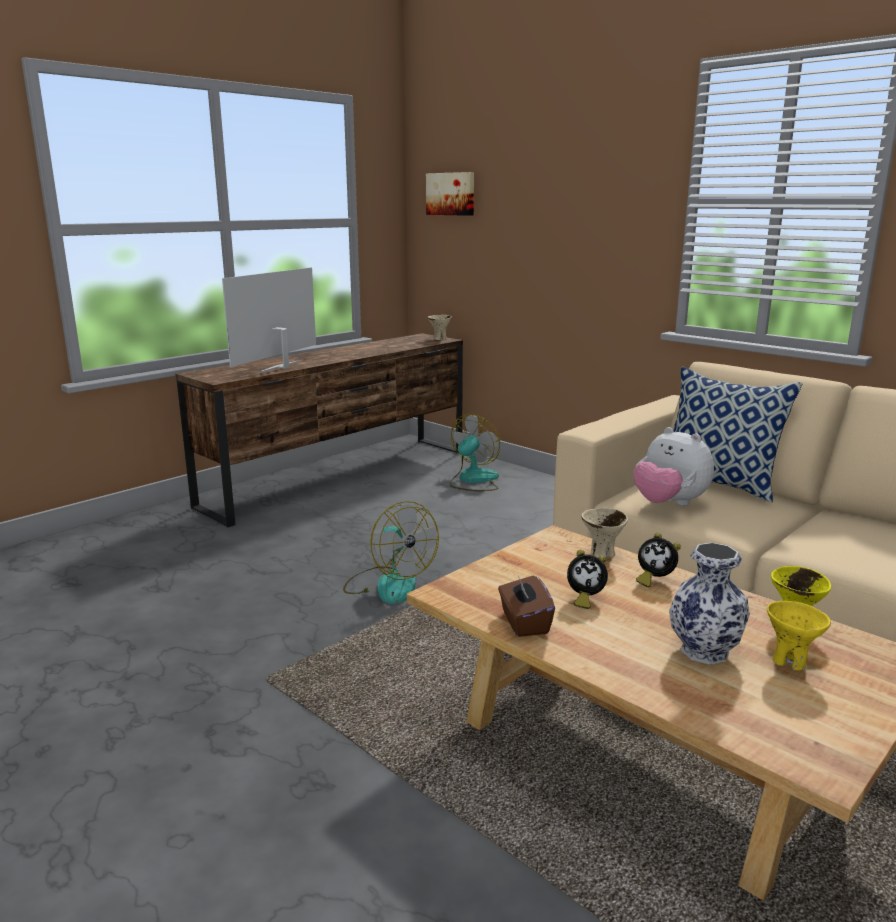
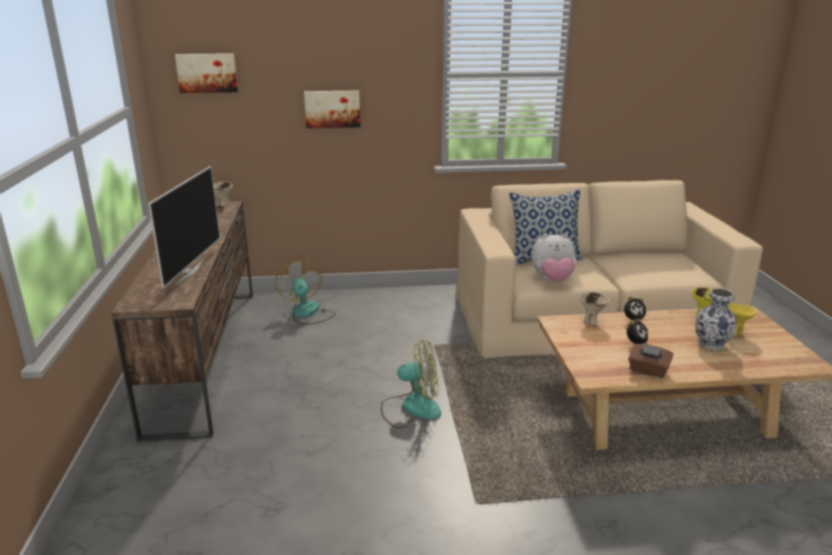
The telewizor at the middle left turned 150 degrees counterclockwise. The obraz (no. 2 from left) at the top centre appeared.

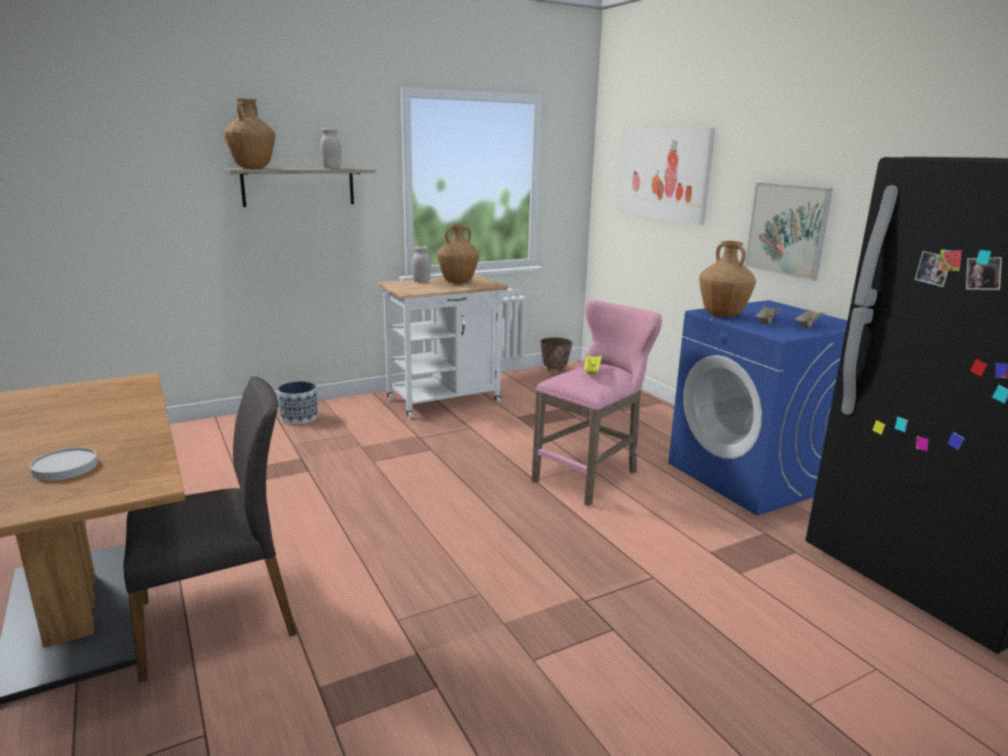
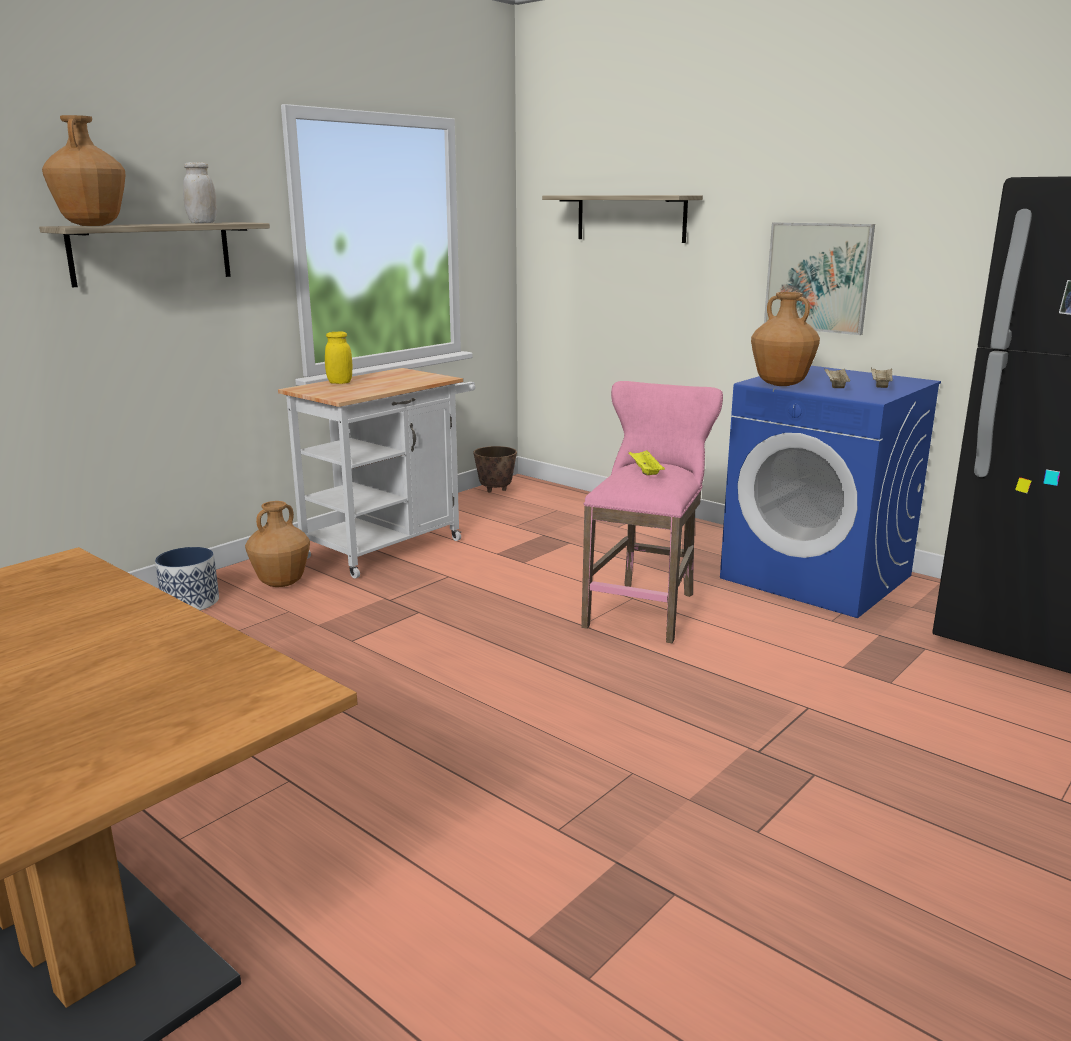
The obraz (no. 1 from left) at the top centre was replaced by the półka (no. 2 from left) at the top centre. The wazon [brązowy] (no. 2 from left) moved from the centre to the middle left. The słoik [biały] (no. 2 from left) at the centre became the słoik [żółty] at the middle left. The krzesło [szary] at the bottom left disappeared. The talerz [biały] at the middle left disappeared.

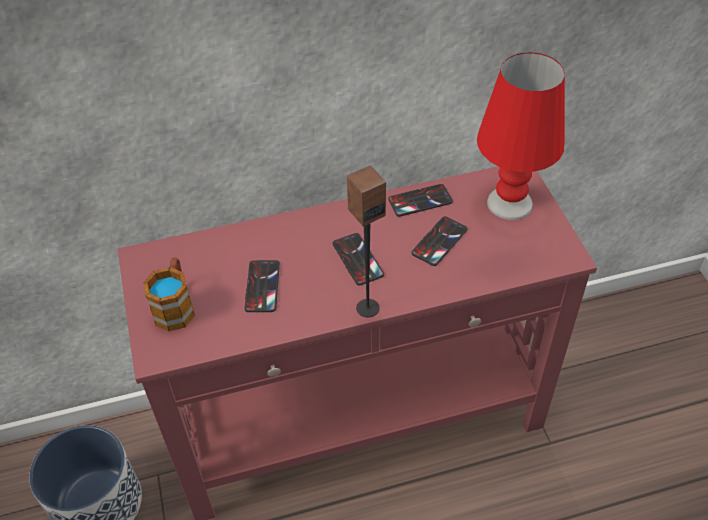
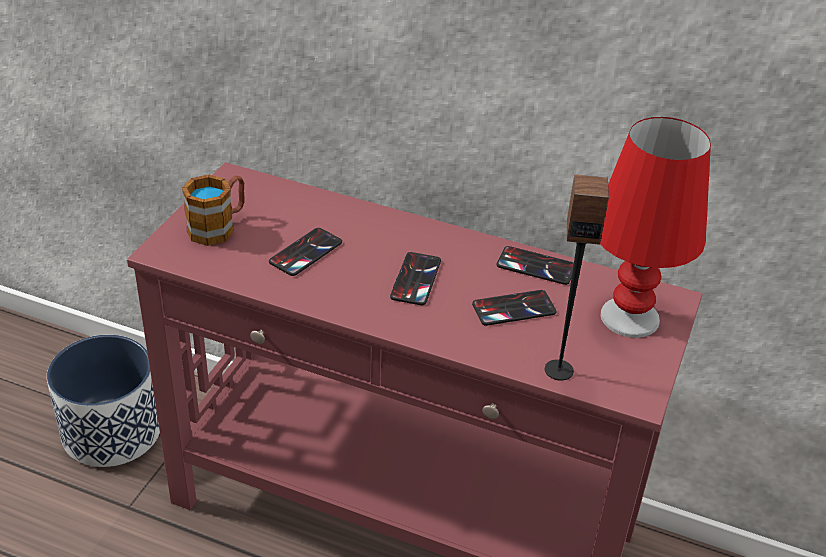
The głośnik moved from the centre to the middle right.

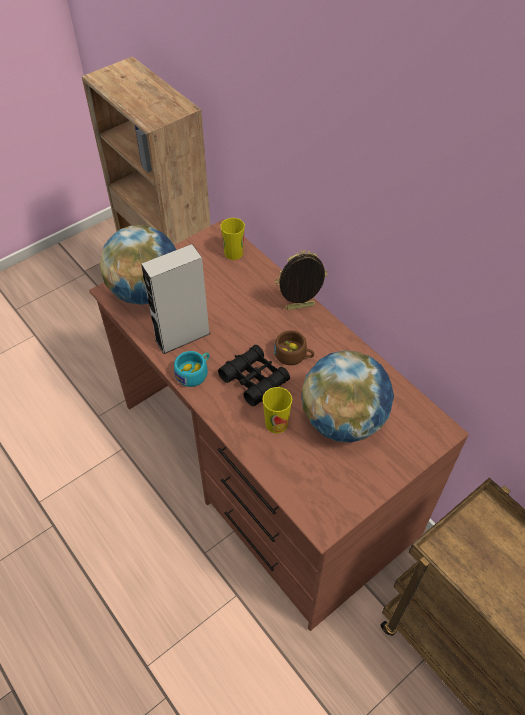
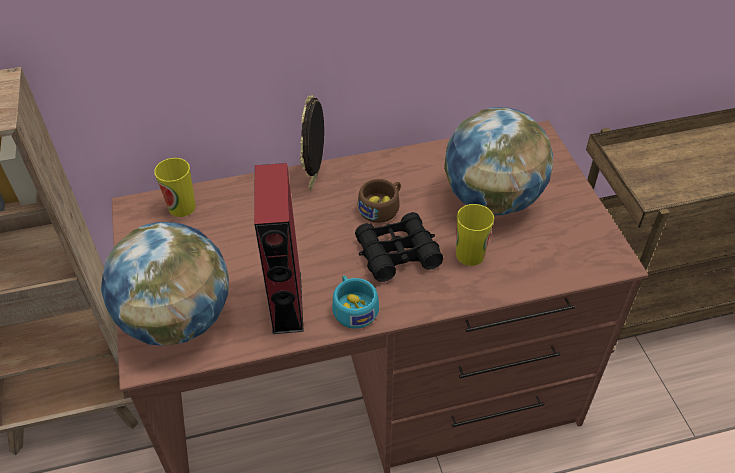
The głośnik [szary] at the centre became the głośnik [czerwony] at the centre.

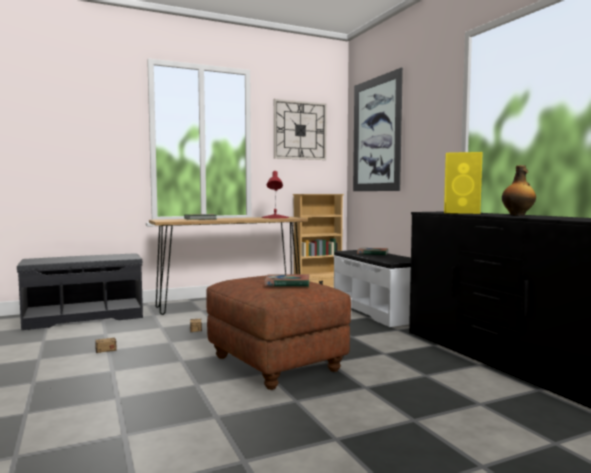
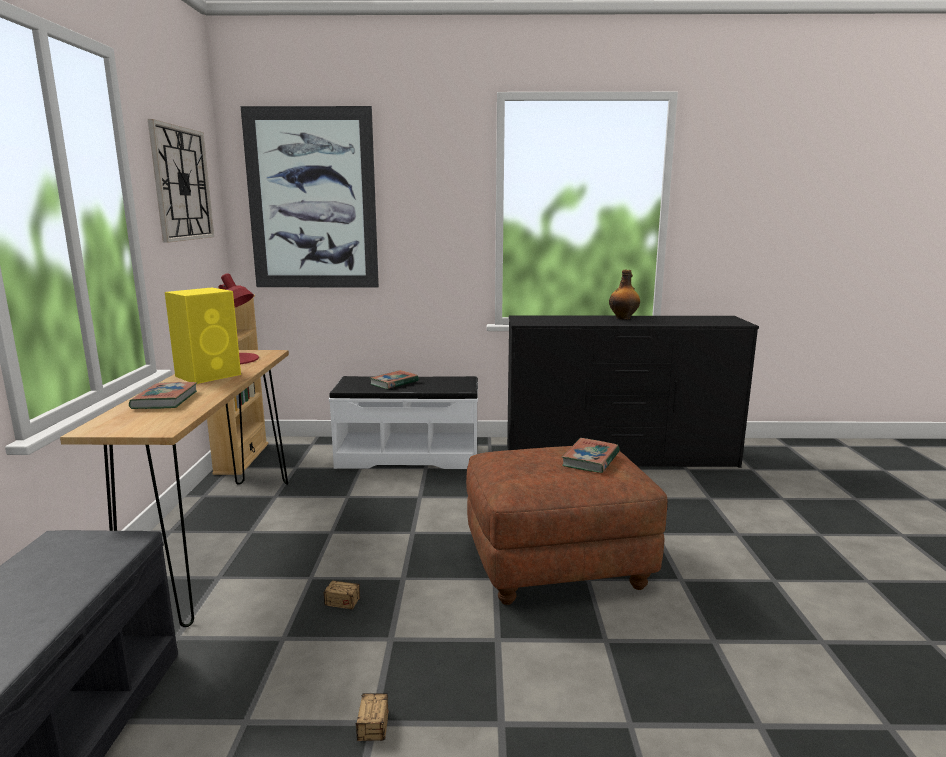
The głośnik [żółty] moved from the middle right to the middle left.

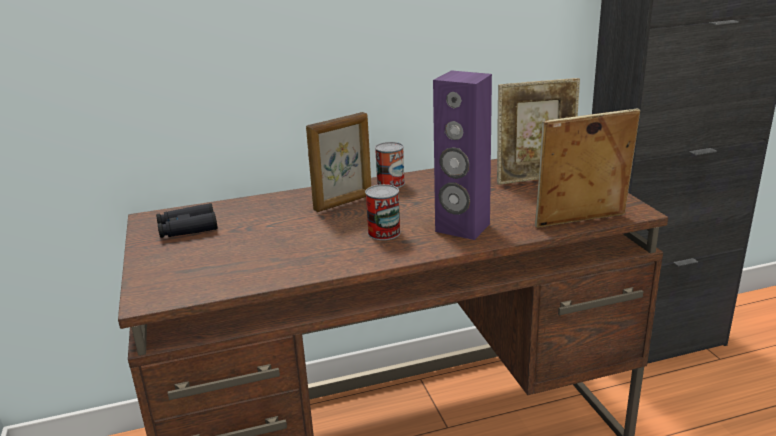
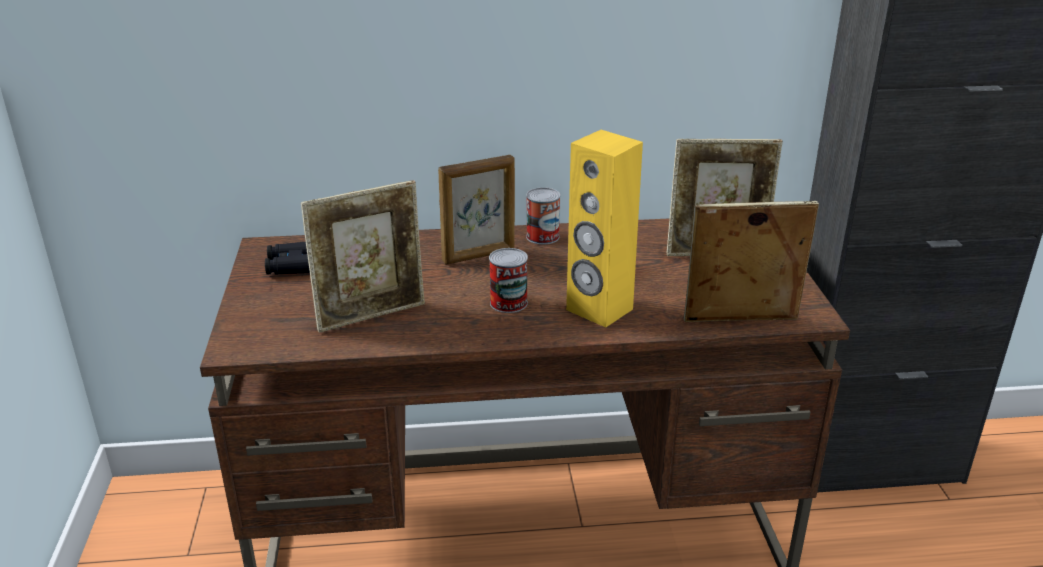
The głośnik [fioletowy] at the centre became the głośnik [żółty] at the centre. The ramka na zdjęcie (no. 1 from left) at the centre appeared.

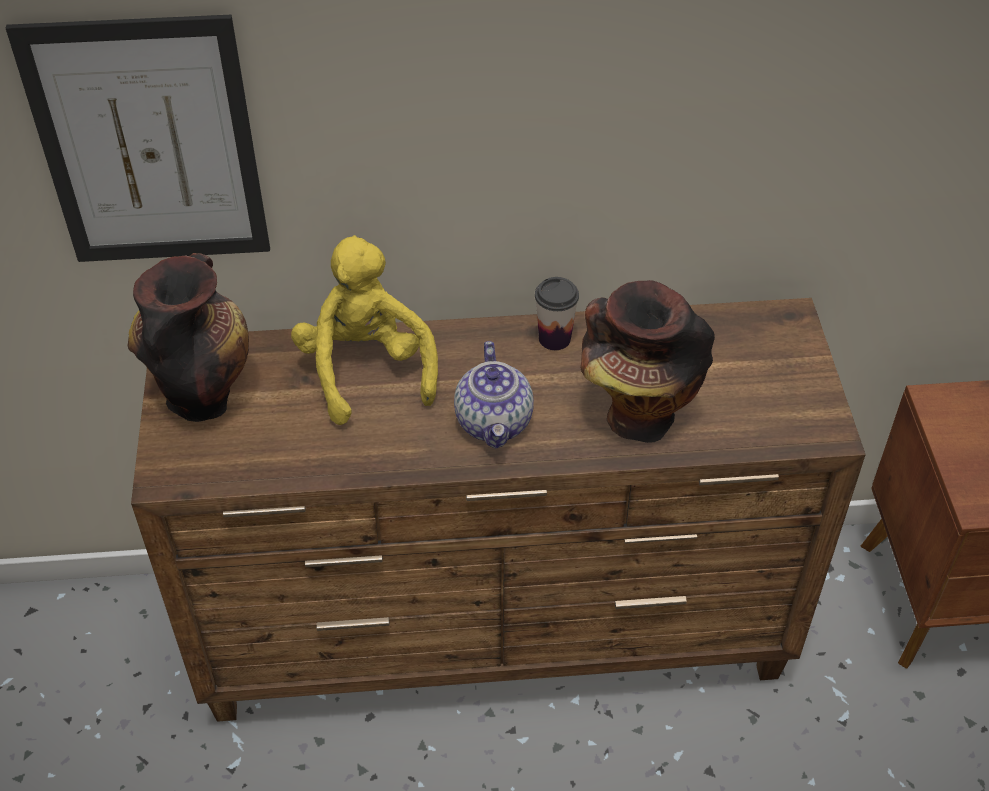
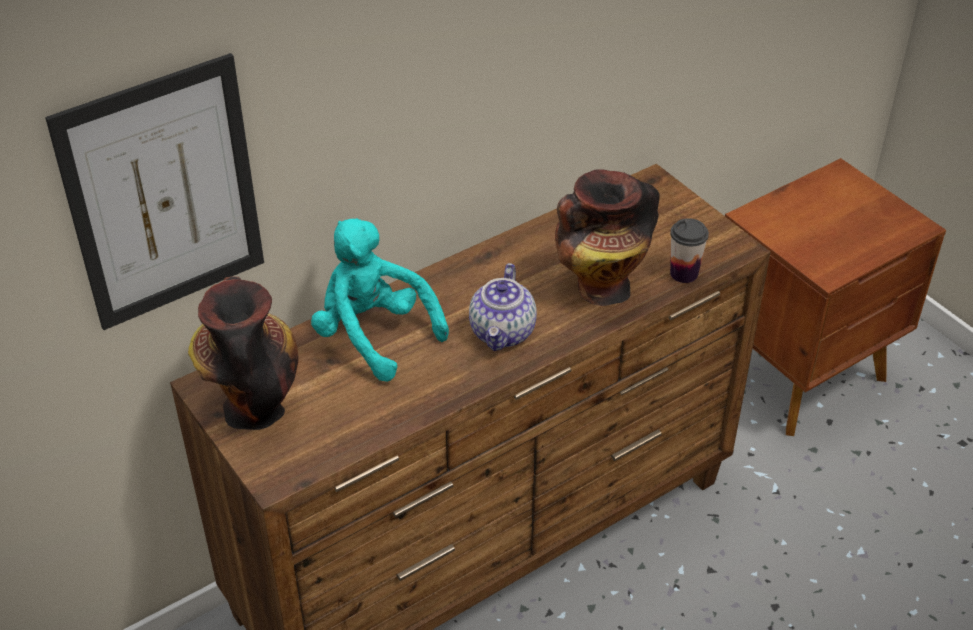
The pluszak [żółty] at the centre became the pluszak [turkusowy] at the centre. The filiżanka moved from the centre to the middle right. The imbryk at the centre turned 45 degrees clockwise.

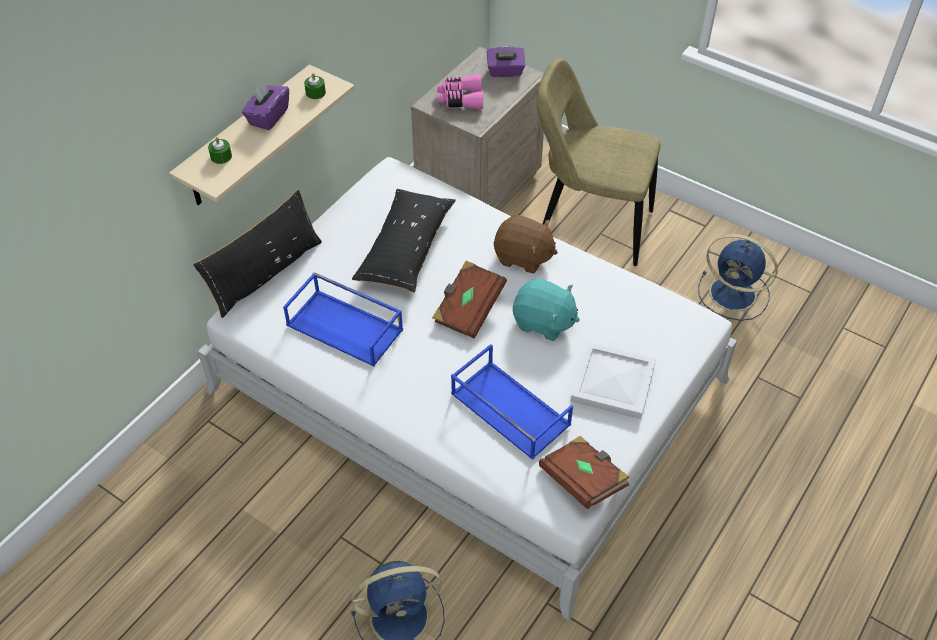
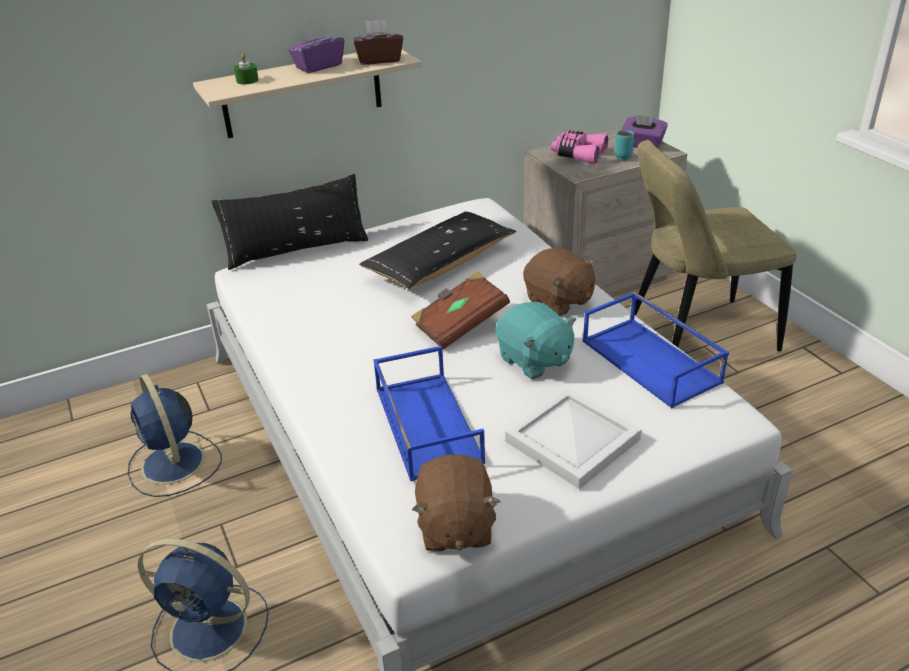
The krzesło [beżowy] at the top centre turned 60 degrees counterclockwise. The świeca [zielony] (no. 2 from left) at the top centre was replaced by the pudełko chusteczek [brązowy] at the top centre. The wentylator [niebieski] (no. 2 from left in the first image) moved from the middle right to the middle left. The taca [niebieski] (no. 1 from left in the first image) moved from the centre to the middle right. The książka [brązowy] (no. 2 from left) at the bottom centre was replaced by the pluszak [brązowy] (no. 1 from left) at the bottom centre. The kubek [turkusowy] at the top right appeared.

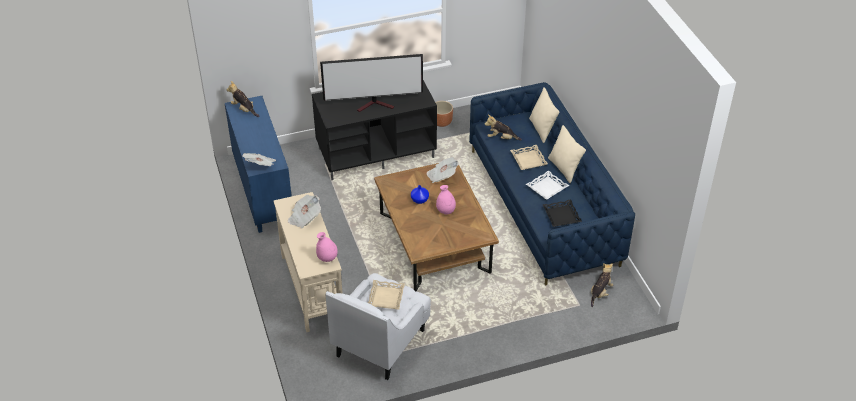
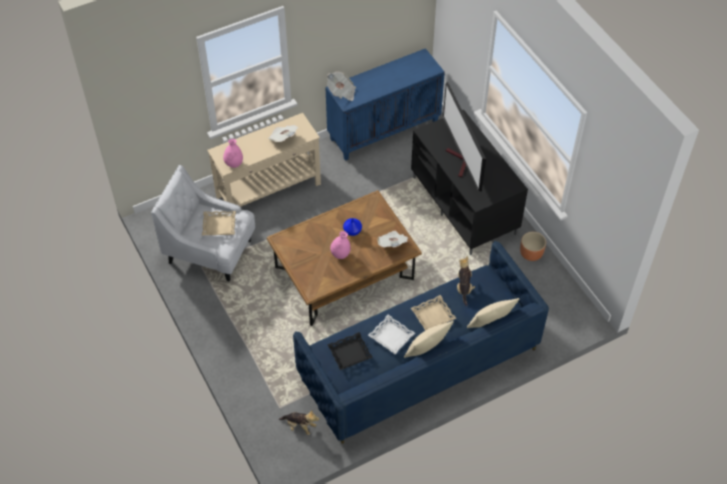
The pluszak (no. 1 from left) at the top left disappeared.

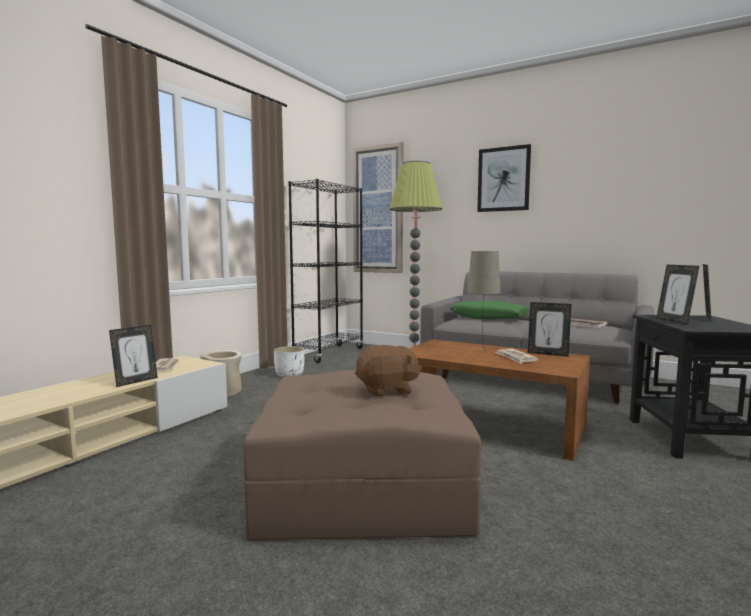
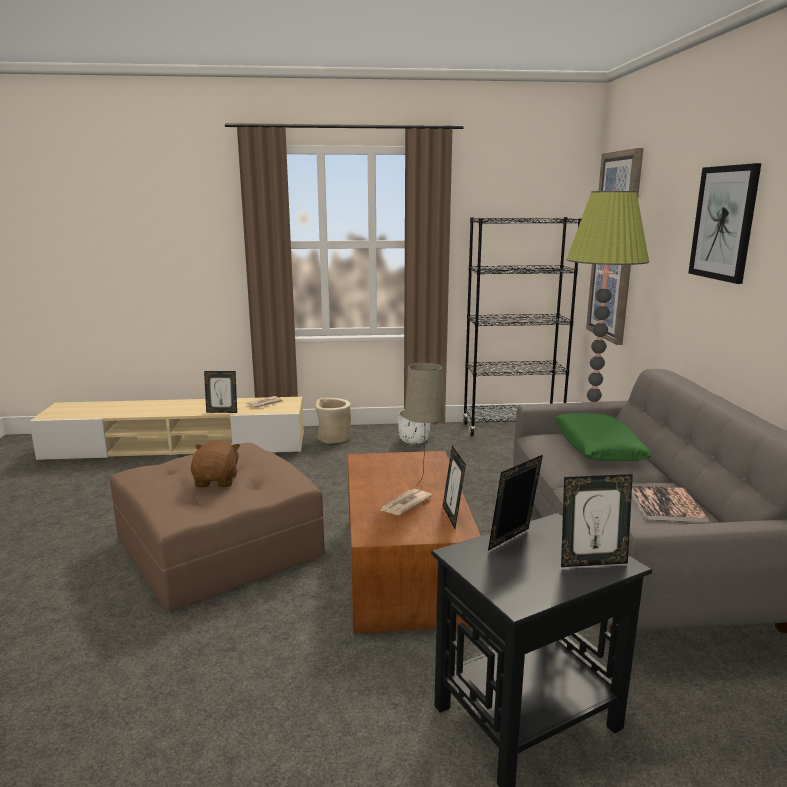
The pluszak [brązowy] at the centre turned 135 degrees counterclockwise.

